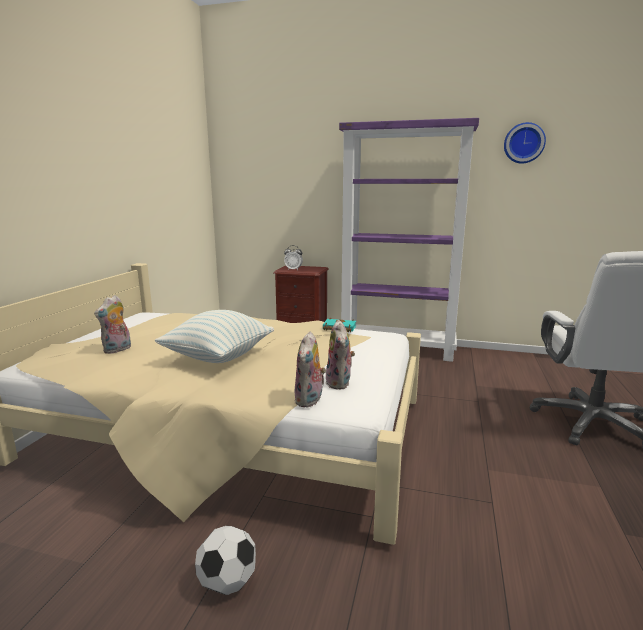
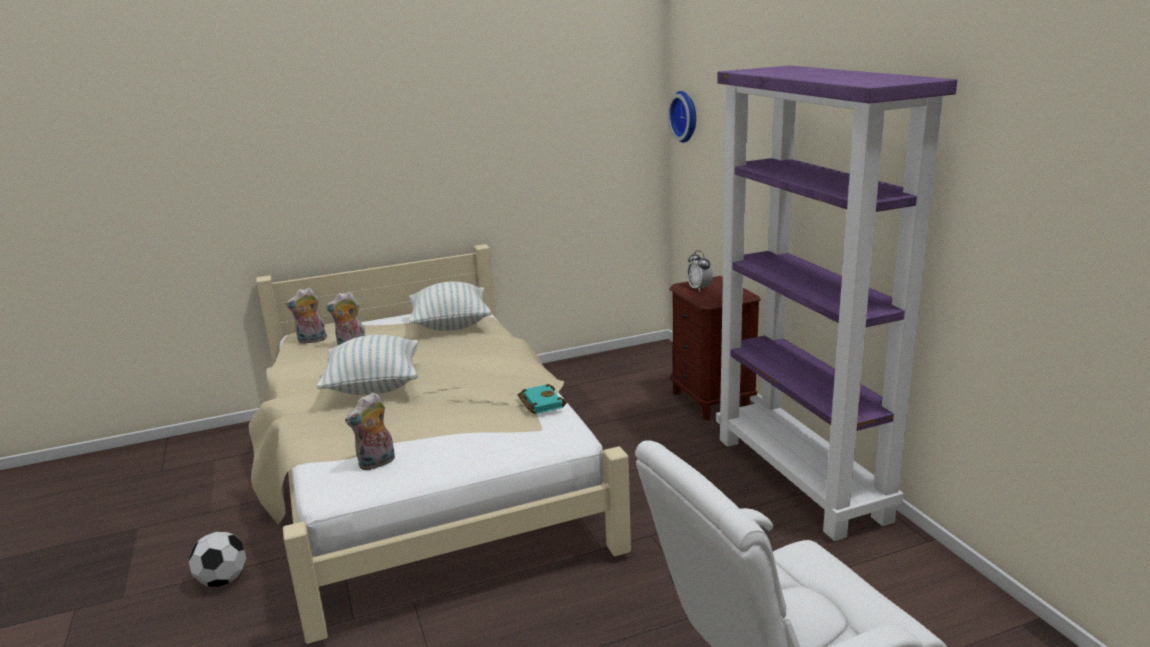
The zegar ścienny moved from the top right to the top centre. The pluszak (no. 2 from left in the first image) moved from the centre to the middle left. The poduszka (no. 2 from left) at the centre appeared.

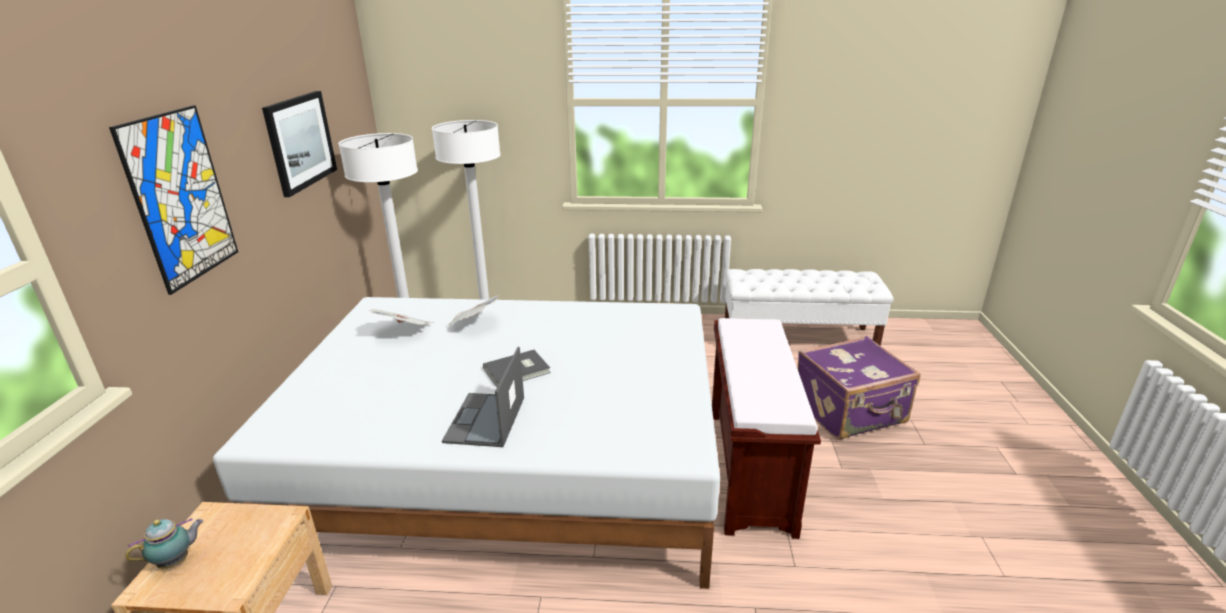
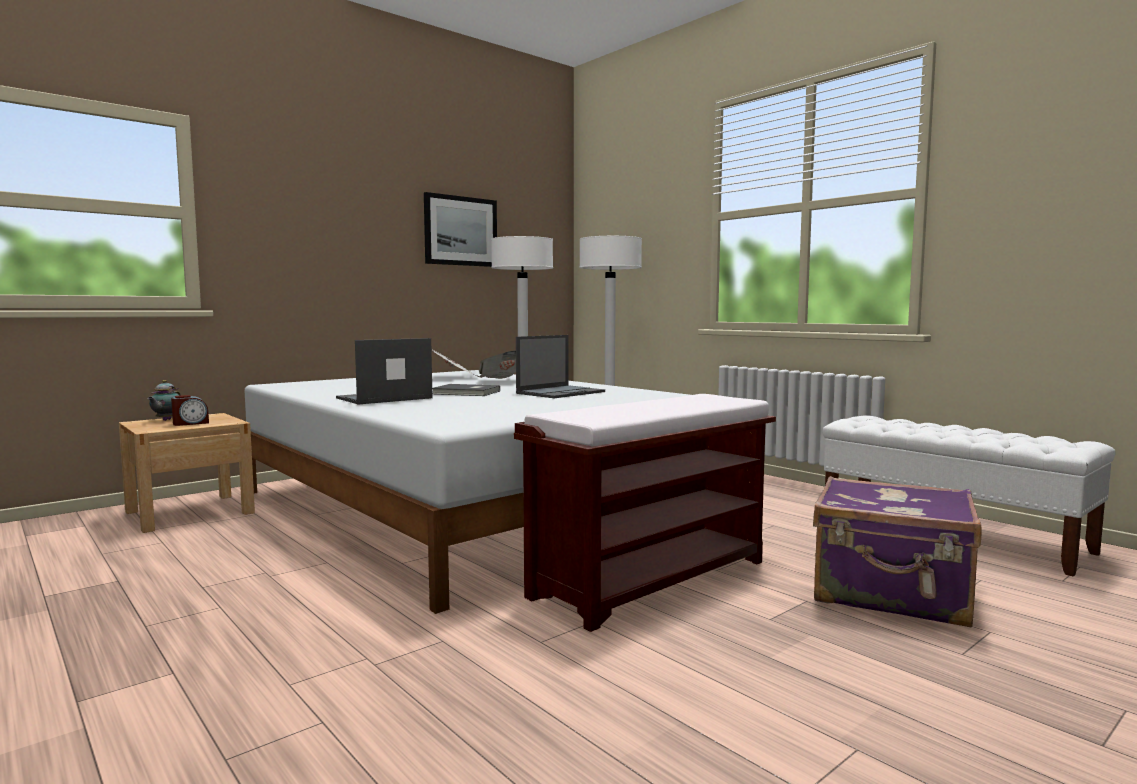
The obraz (no. 1 from left) at the top left disappeared. The imbryk at the bottom left turned 90 degrees clockwise. The laptop (no. 2 from left) at the centre appeared. The budzik at the middle left appeared.

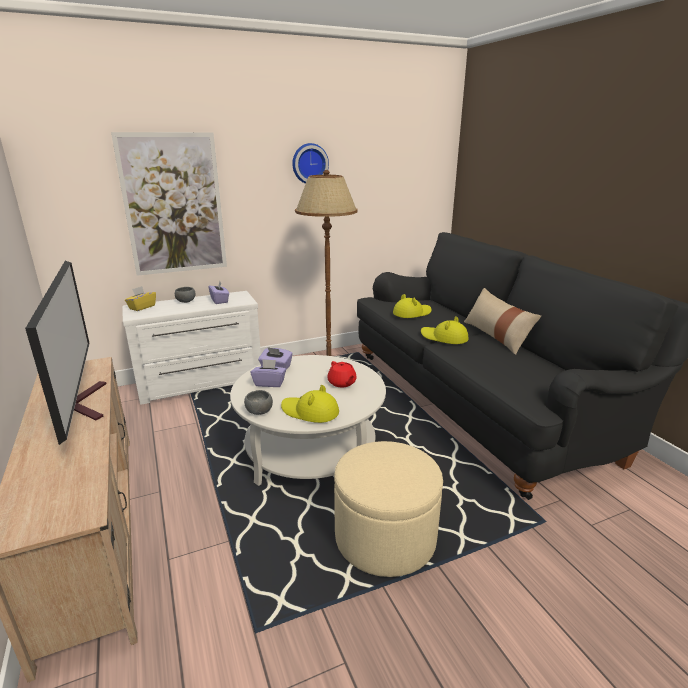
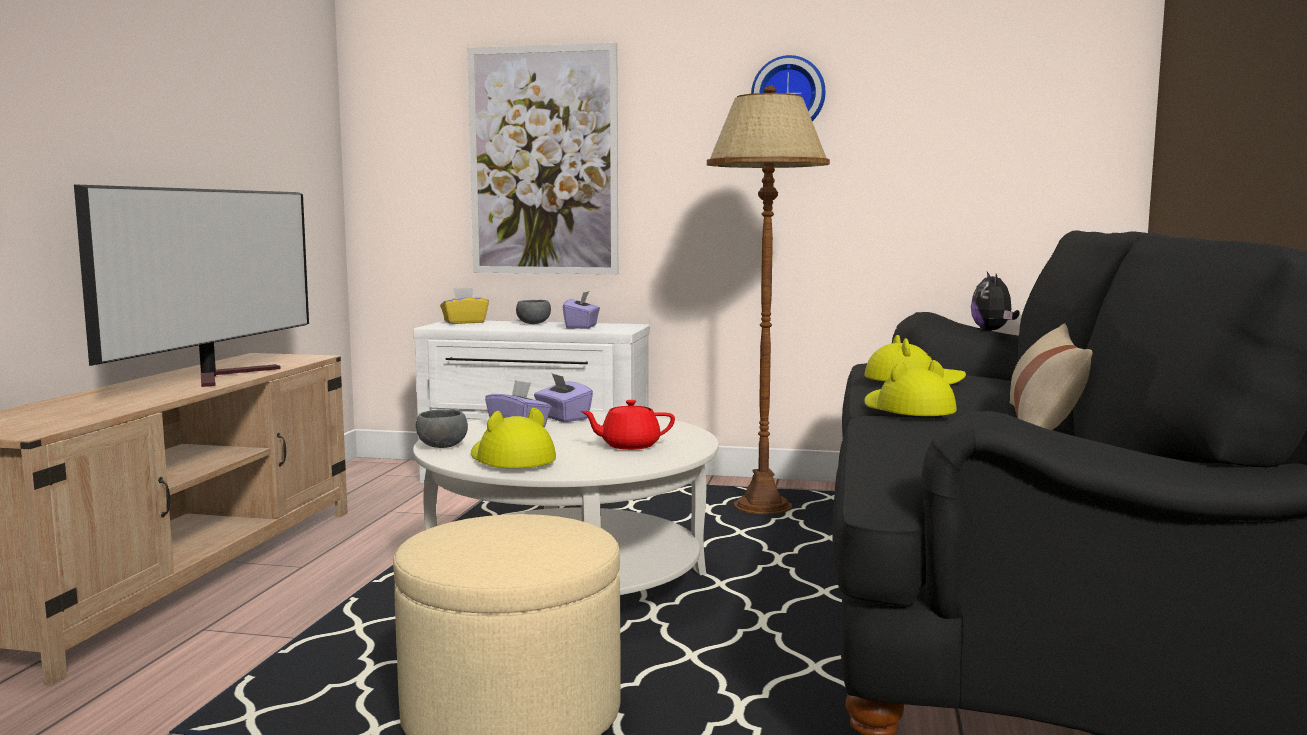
The imbryk [czerwony] at the centre turned 75 degrees clockwise. The pluszak at the middle right appeared.

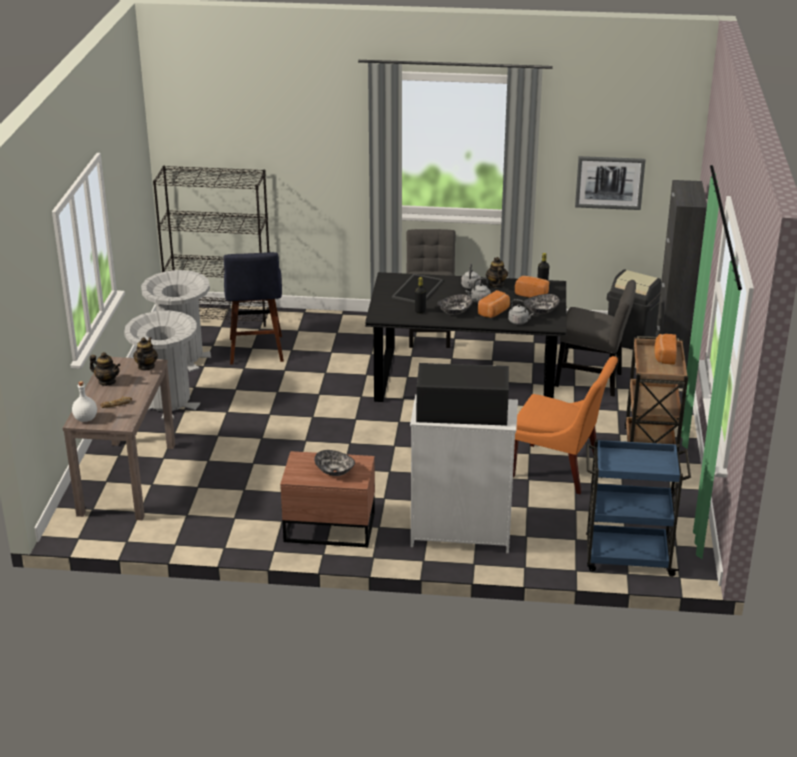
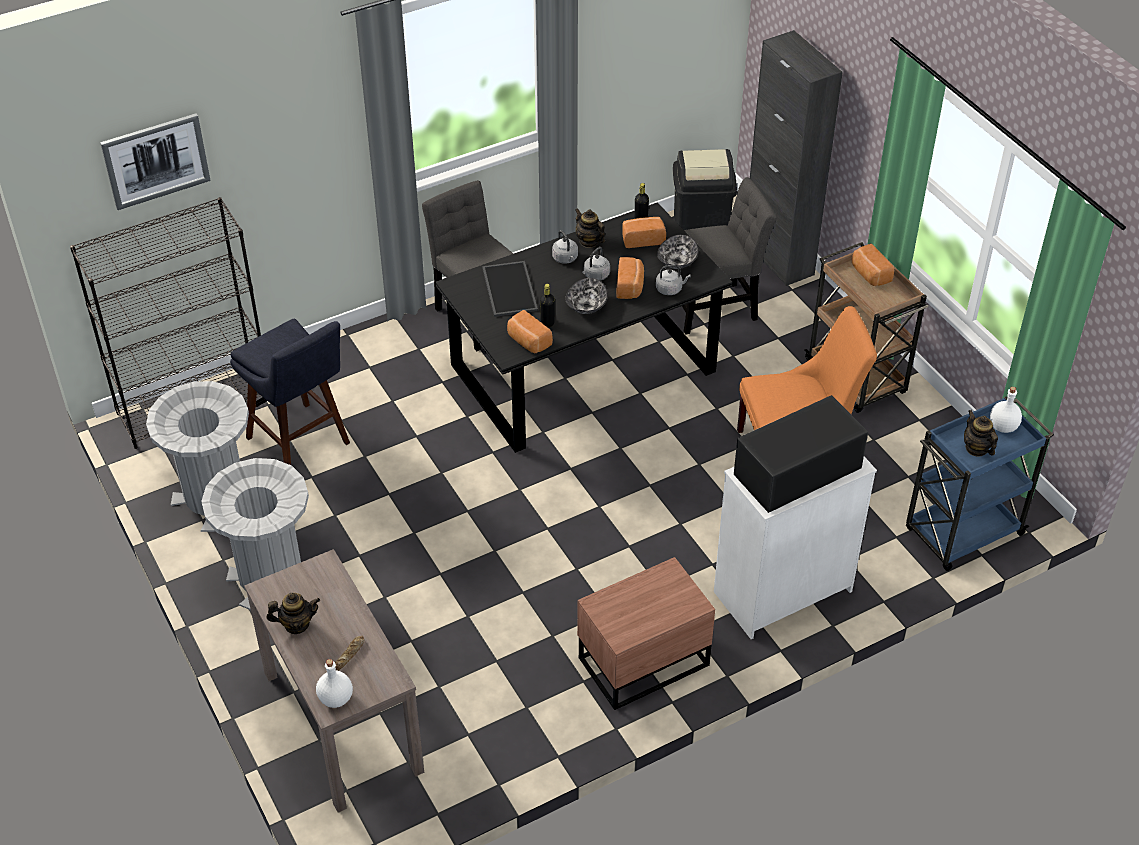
The obraz moved from the top right to the top left. The imbryk (no. 2 from left in the first image) moved from the middle left to the middle right. The miska (no. 1 from left) at the centre disappeared. The chleb (no. 2 from left) at the centre appeared. The butelka [biały] (no. 2 from left) at the middle right appeared.

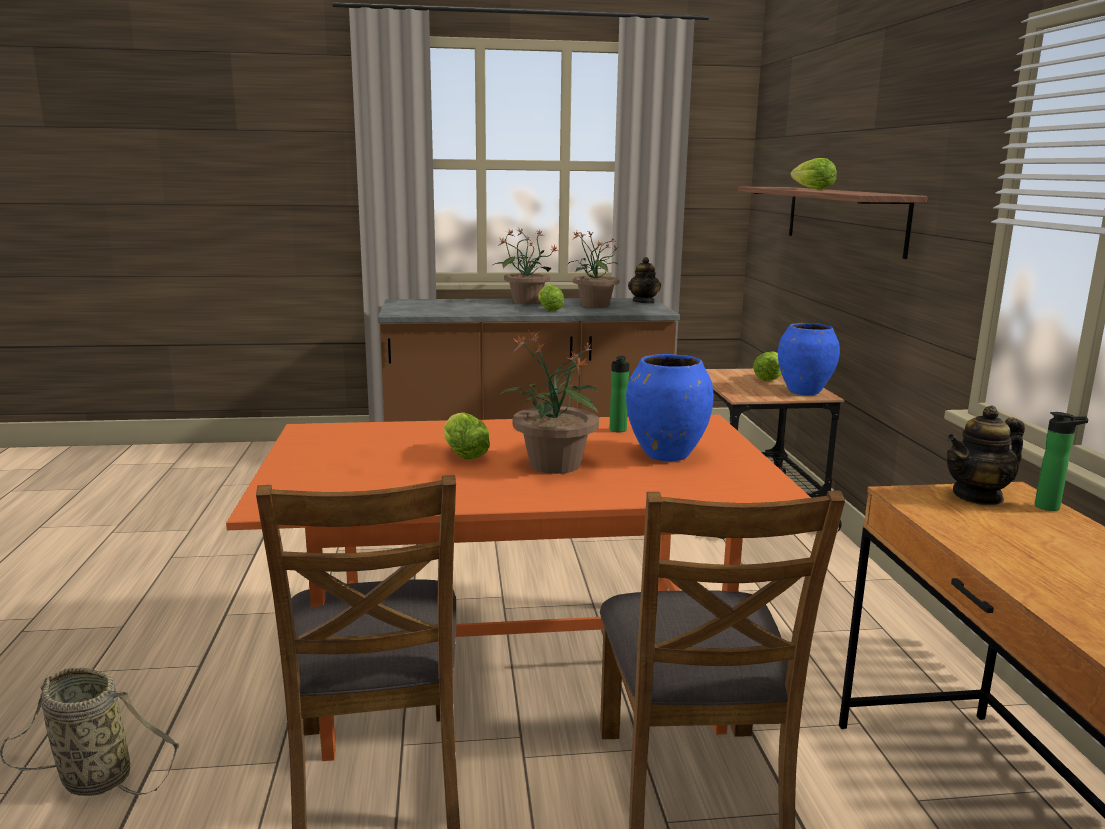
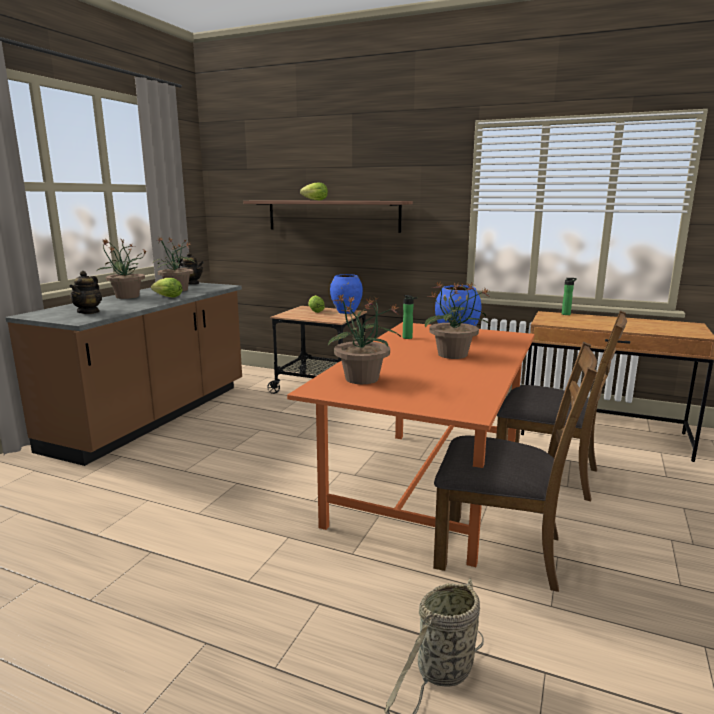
The imbryk (no. 2 from left in the first image) moved from the middle right to the middle left. The sałata (no. 1 from left) at the centre disappeared. The roślina doniczkowa (no. 3 from left) at the centre appeared.

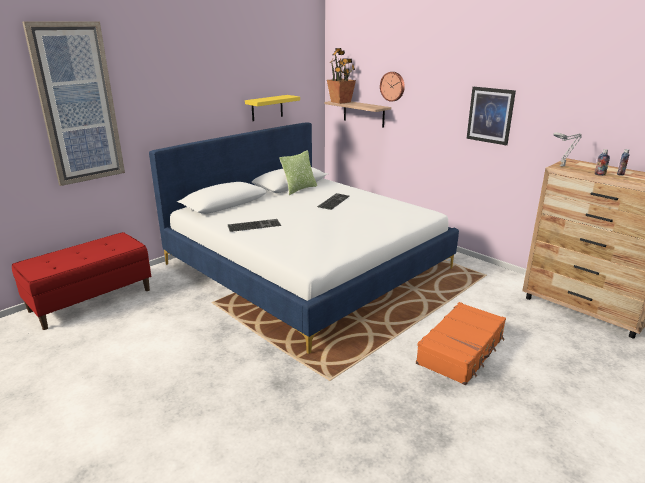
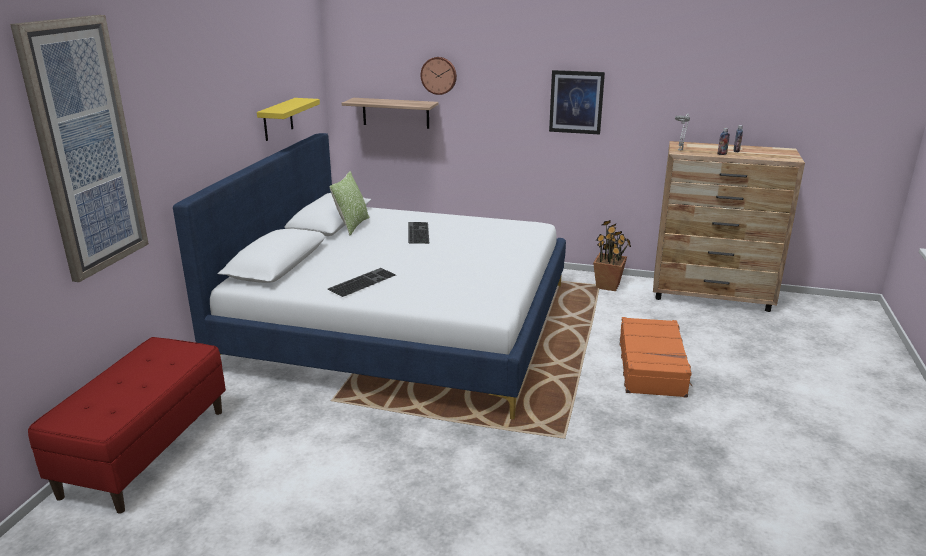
The roślina doniczkowa moved from the top centre to the centre.

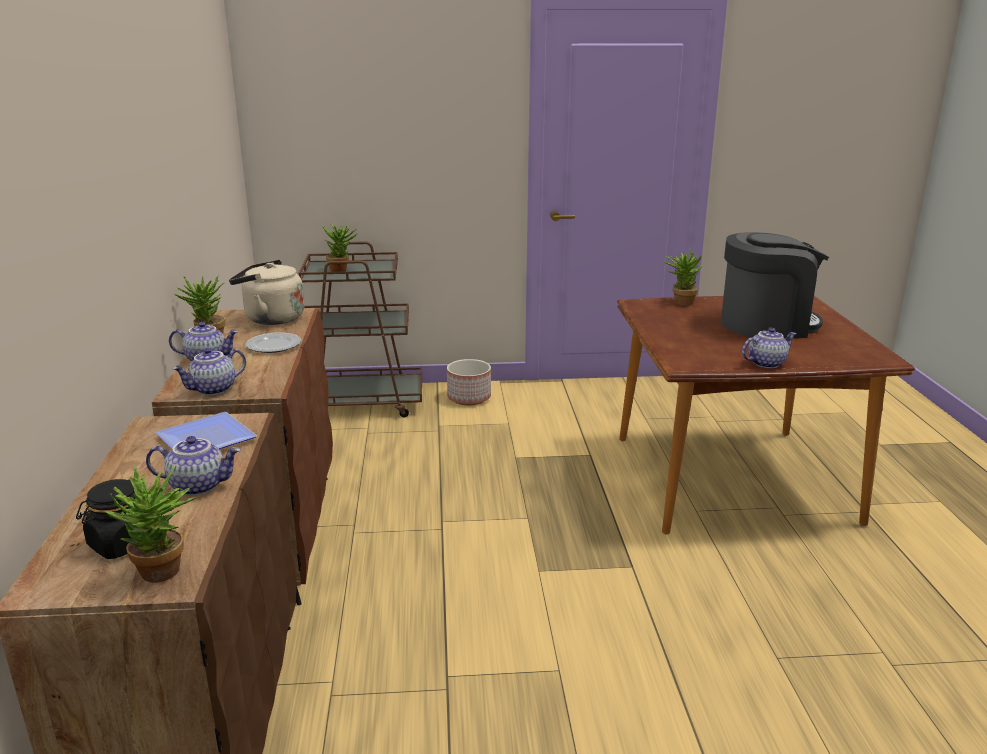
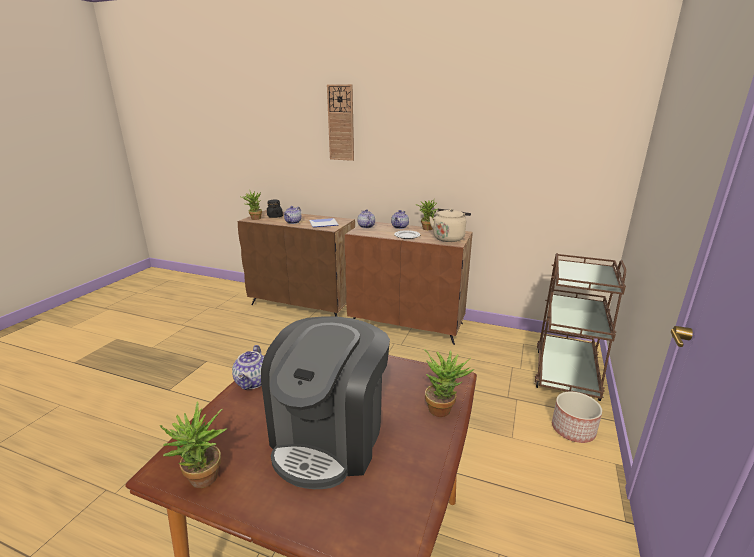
The roślina doniczkowa (no. 3 from left in the first image) moved from the top centre to the bottom left. The zegar ścienny at the top centre appeared.

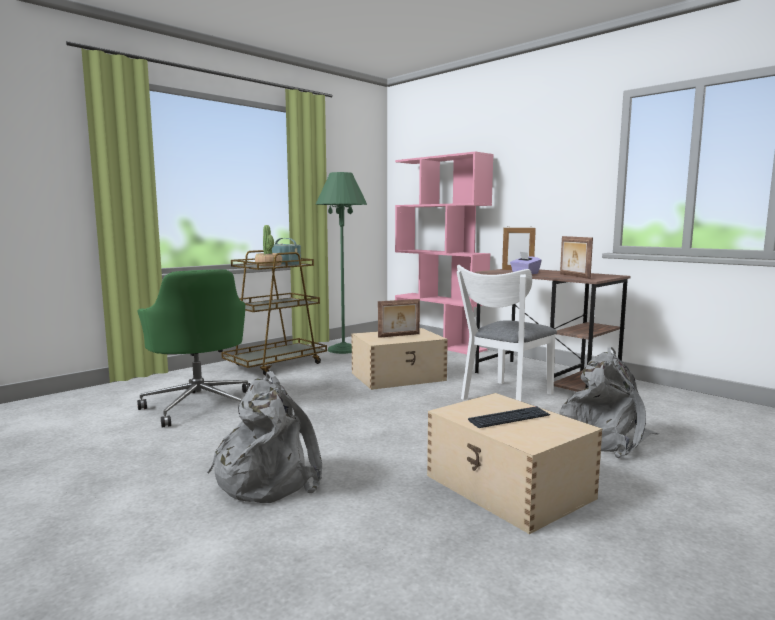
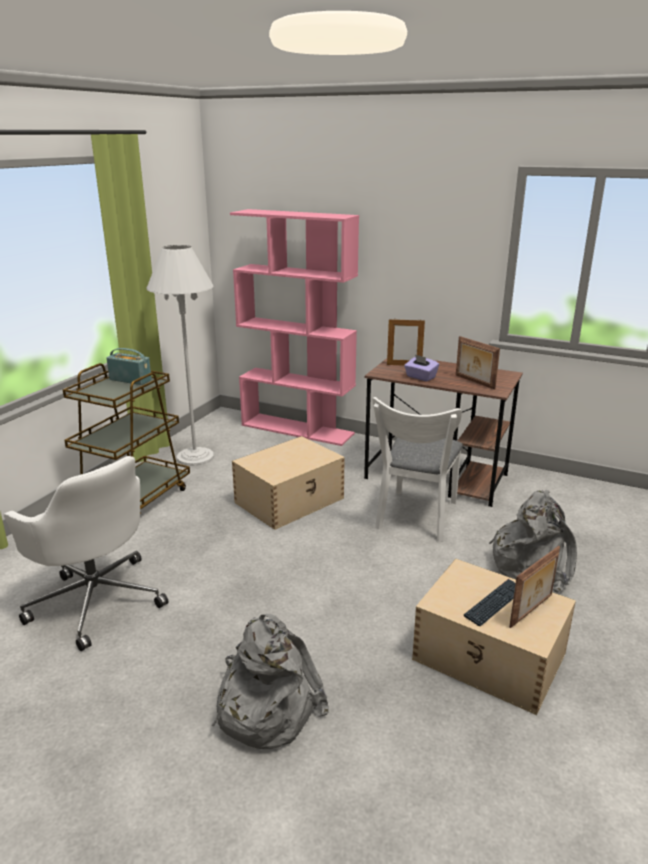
The lampa stojąca [zielony] at the centre became the lampa stojąca [biały] at the middle left. The roślina doniczkowa at the centre disappeared. The krzesło biurowe [zielony] at the middle left became the krzesło biurowe [biały] at the middle left. The ramka na zdjęcie (no. 1 from left in the first image) moved from the centre to the bottom right.

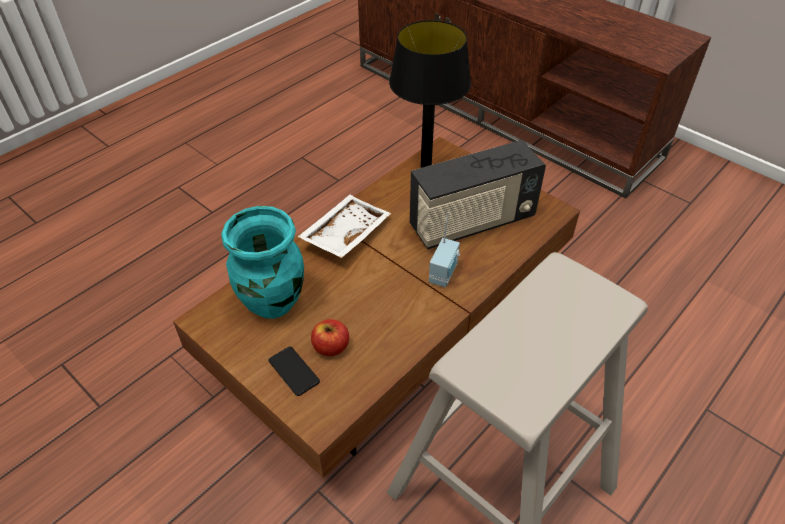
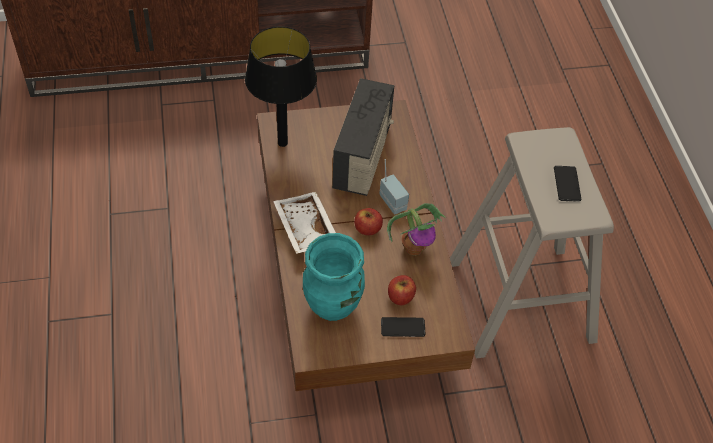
The telefon (no. 2 from left) at the middle right appeared. The roślina doniczkowa at the centre appeared. The jabłko (no. 1 from left) at the centre appeared.

